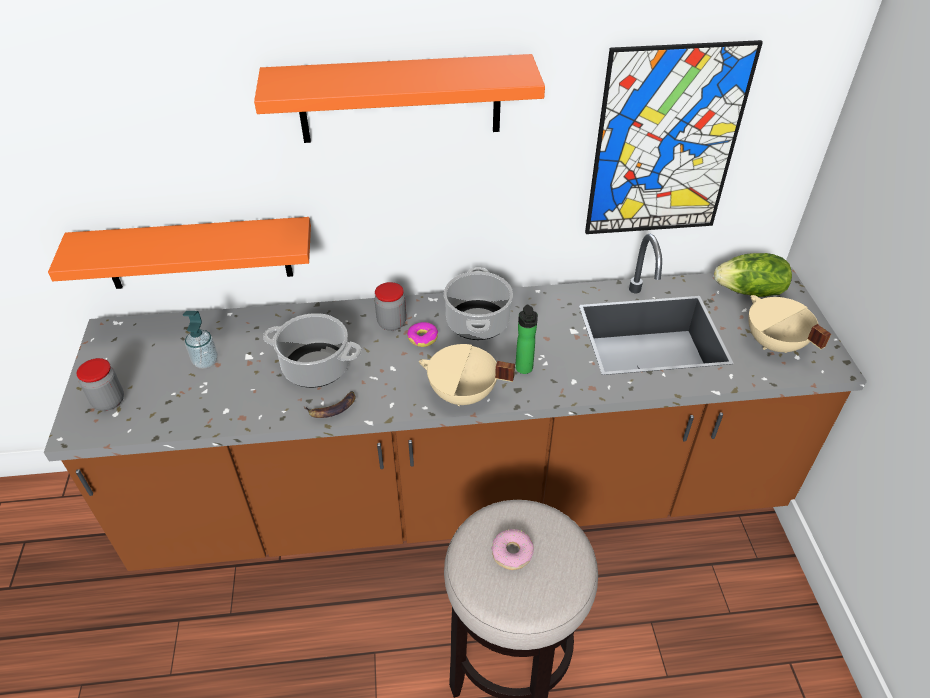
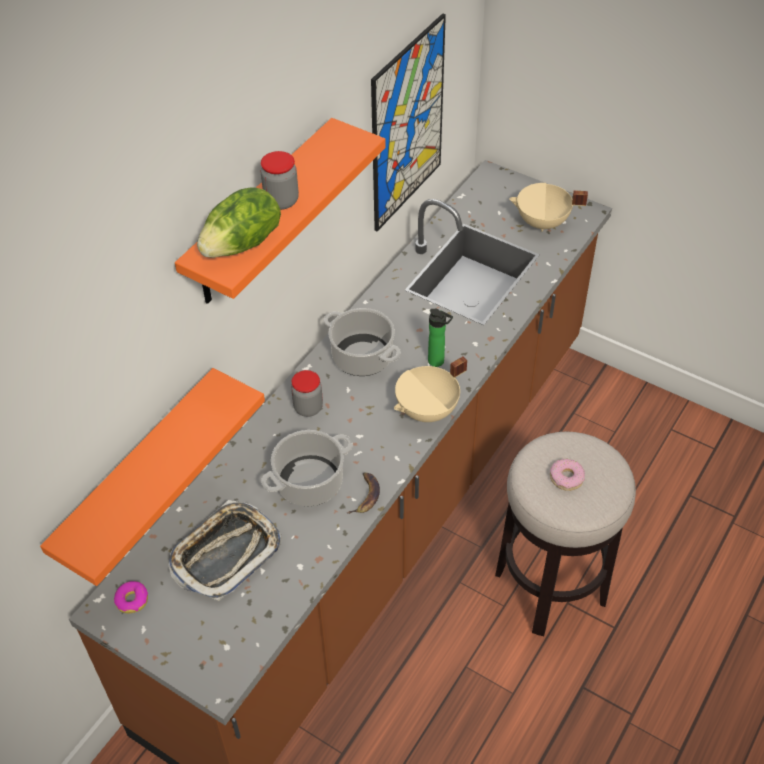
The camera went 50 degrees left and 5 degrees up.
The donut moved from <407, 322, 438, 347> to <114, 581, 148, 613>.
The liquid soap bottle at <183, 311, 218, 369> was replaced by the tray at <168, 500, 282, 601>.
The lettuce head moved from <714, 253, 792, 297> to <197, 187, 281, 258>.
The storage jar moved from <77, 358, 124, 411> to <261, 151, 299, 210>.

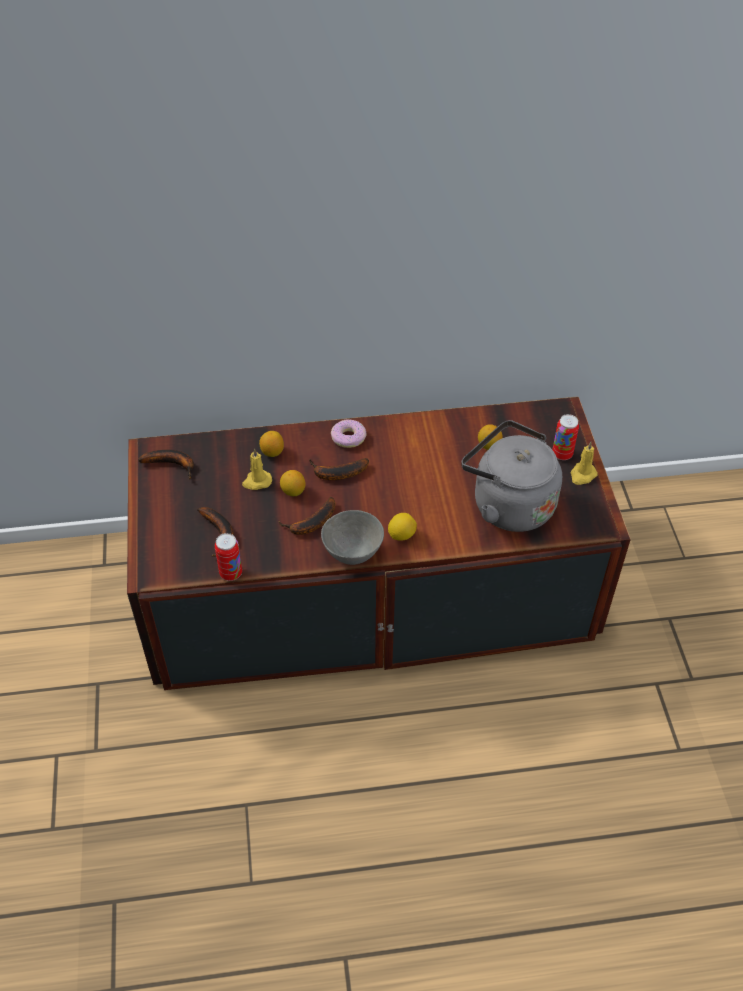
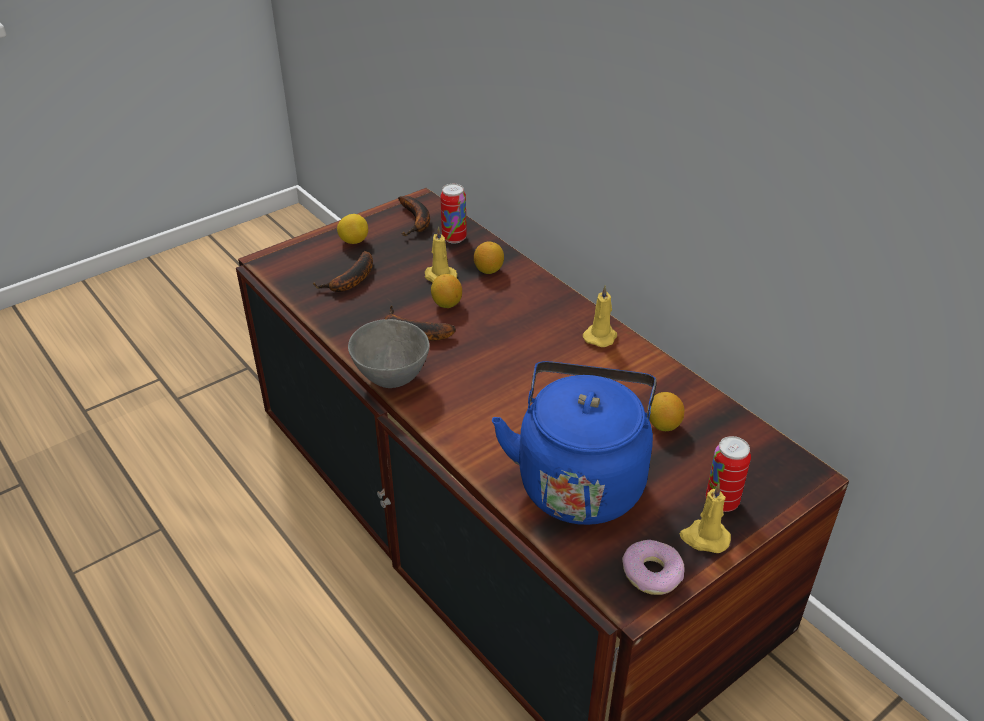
The camera went 60 degrees right and 10 degrees down.
The whole lemon moved from <388, 513, 417, 541> to <337, 214, 368, 244>.
The sealed can moved from <215, 533, 242, 581> to <440, 184, 467, 244>.
The greyish water kettle at <461, 420, 562, 532> became the blue-coloured water kettle at <492, 361, 657, 525>.
The yellow-coloured wax candle at <583, 285, 617, 347> appeared.
The donut moved from <331, 419, 367, 448> to <622, 540, 685, 595>.
The whole banana at <310, 458, 369, 480> disappeared.

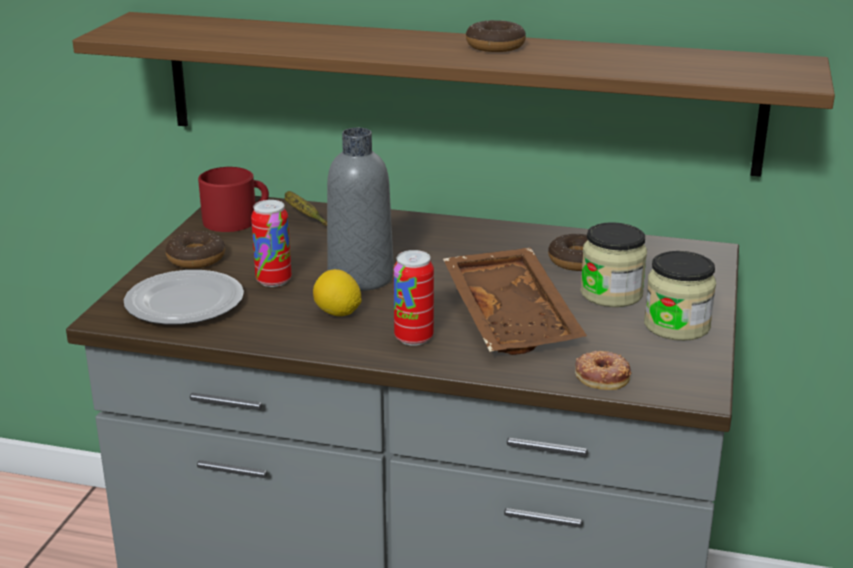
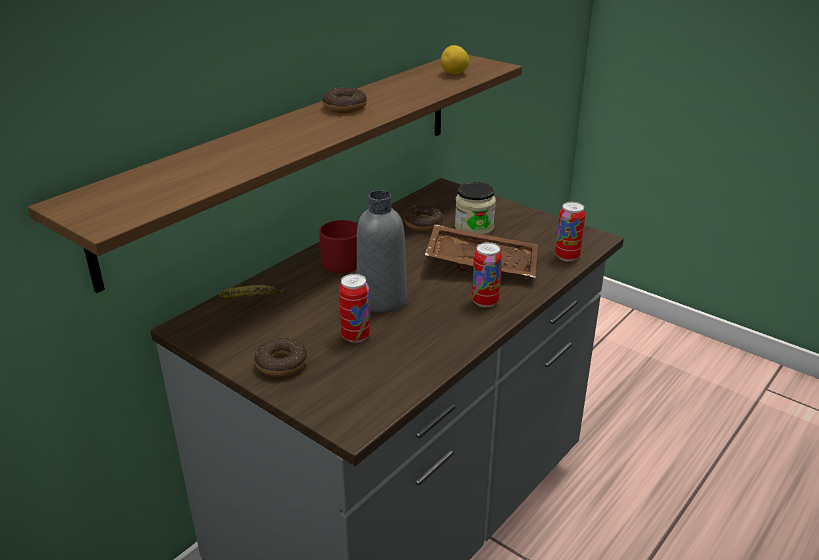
The camera went 65 degrees left and 5 degrees up.
The red-coloured mug moved from <198, 167, 269, 232> to <319, 220, 358, 273>.
The whole lemon moved from <313, 269, 361, 316> to <440, 45, 469, 74>.
The donut at <575, 351, 631, 390> was replaced by the sealed can at <555, 202, 585, 262>.
The dinner plate at <124, 270, 244, 325> disappeared.
The storage jar at <644, 251, 716, 341> disappeared.

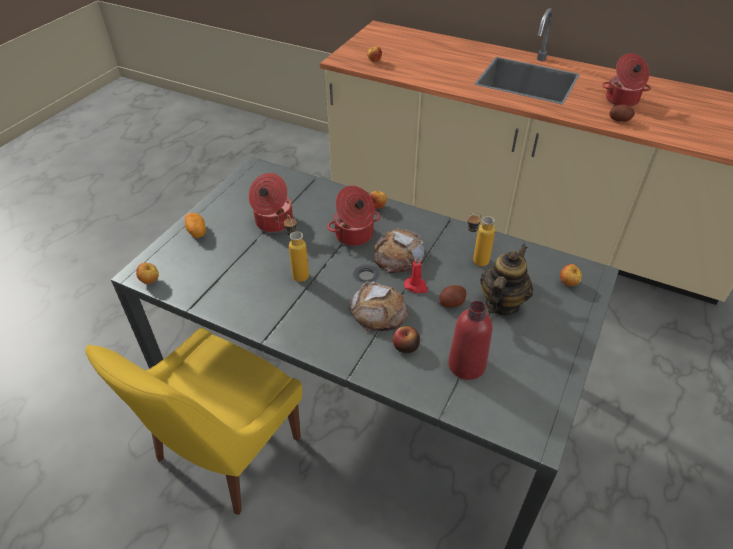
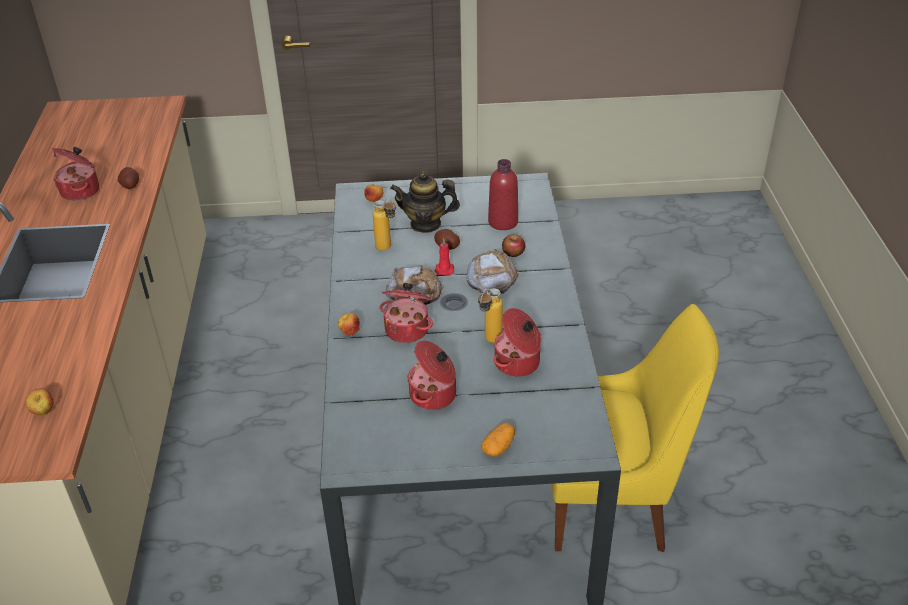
The camera went 120 degrees left and 5 degrees down.
The cooking pot at <494, 308, 542, 377> appeared.
The apple fruit at <136, 263, 159, 284> disappeared.

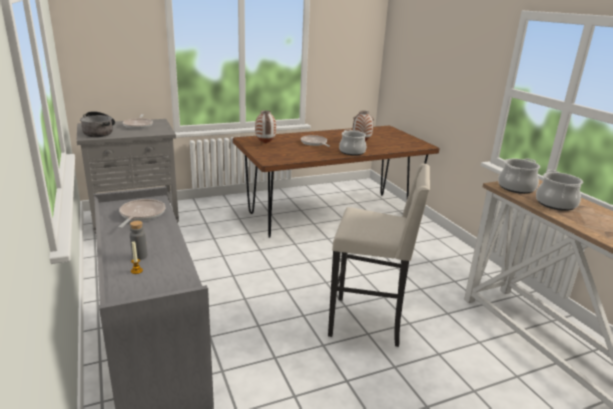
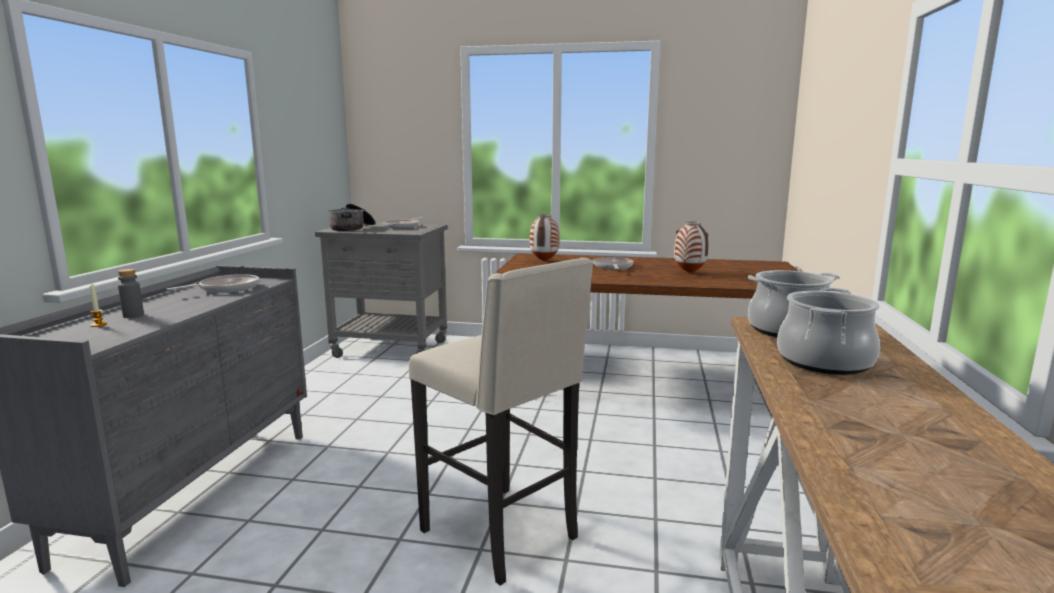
The camera went 35 degrees right and 10 degrees down.
The cooking pot at <339, 129, 366, 155> disappeared.

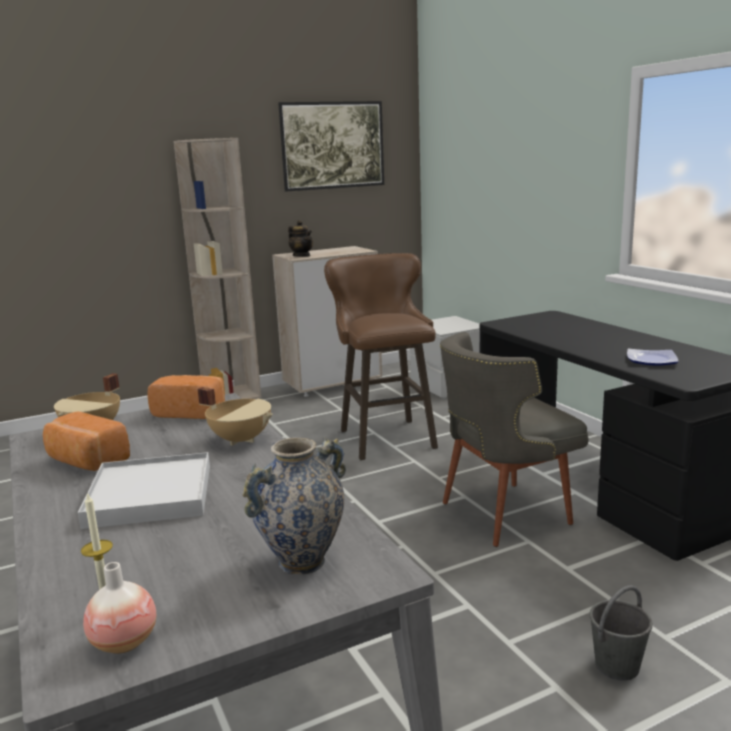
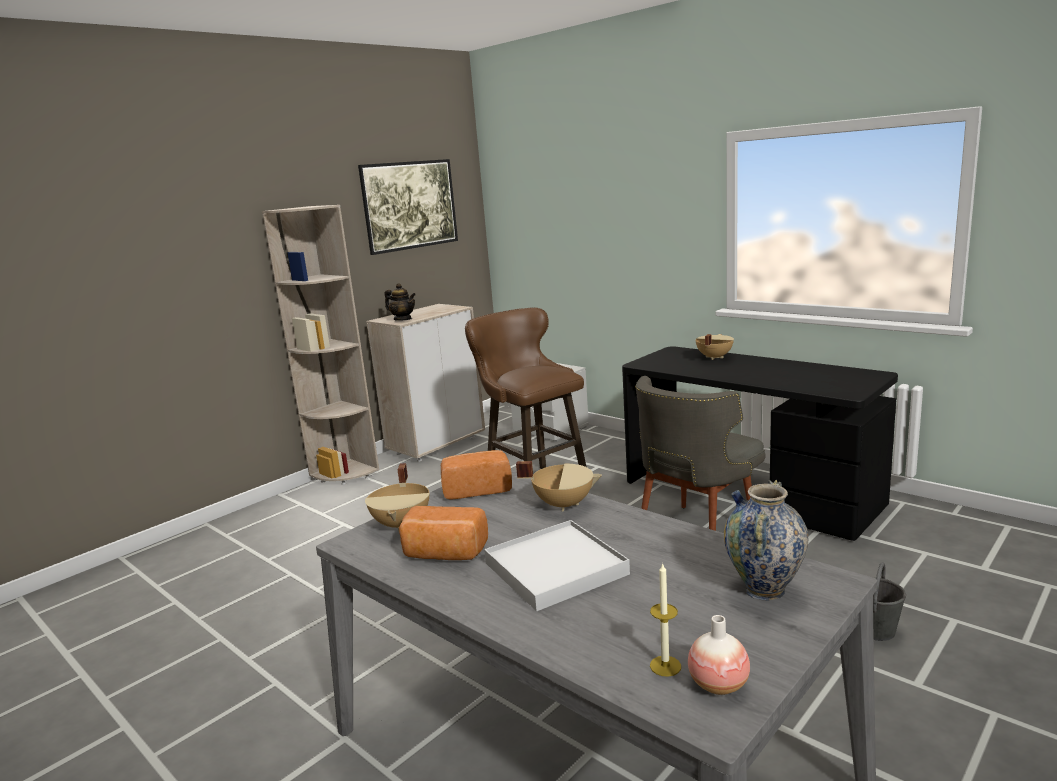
The camera went 20 degrees left and 0 degrees up.
The sand-coloured cooking pot at <695, 334, 734, 360> appeared.
The dinner plate at <627, 349, 679, 366> disappeared.

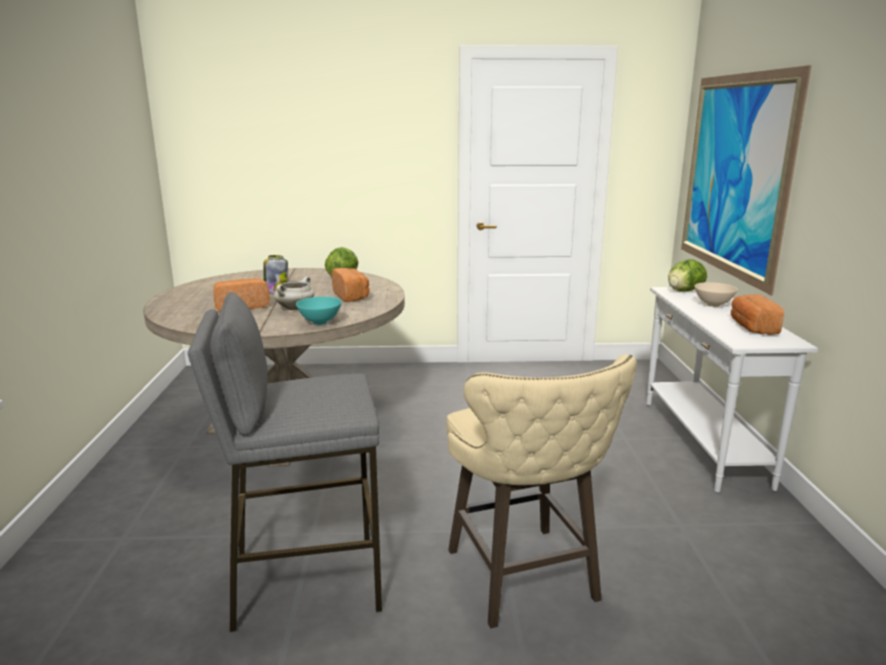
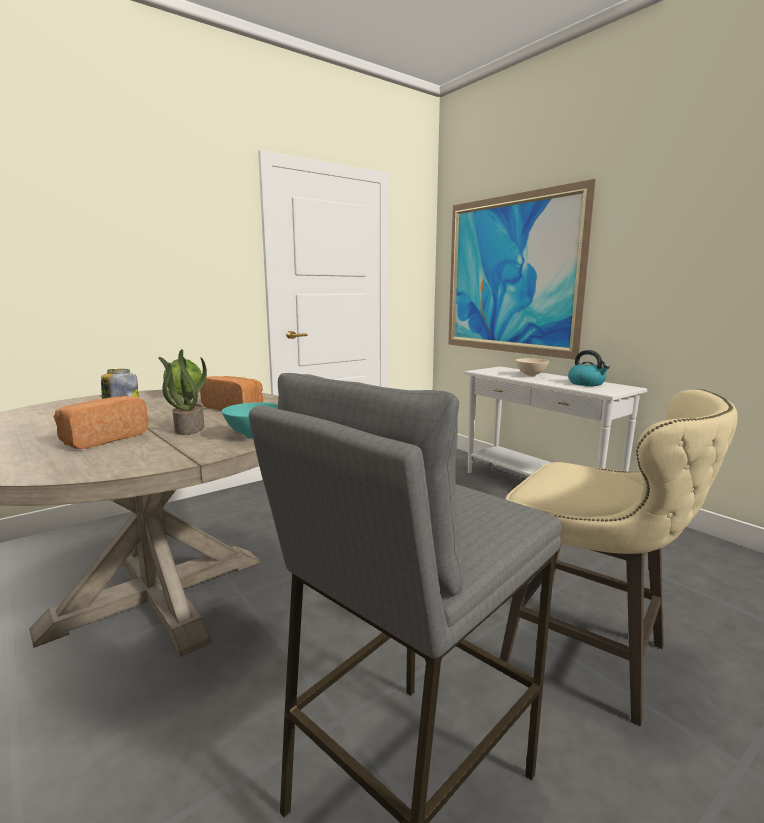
The camera went 35 degrees left and 5 degrees down.
The whitish cooking pot at <274, 277, 314, 310> was replaced by the plant in a pot at <158, 349, 207, 435>.
The baked bread at <731, 294, 784, 335> was replaced by the water kettle at <568, 350, 610, 386>.
The lettuce head at <668, 259, 707, 292> disappeared.

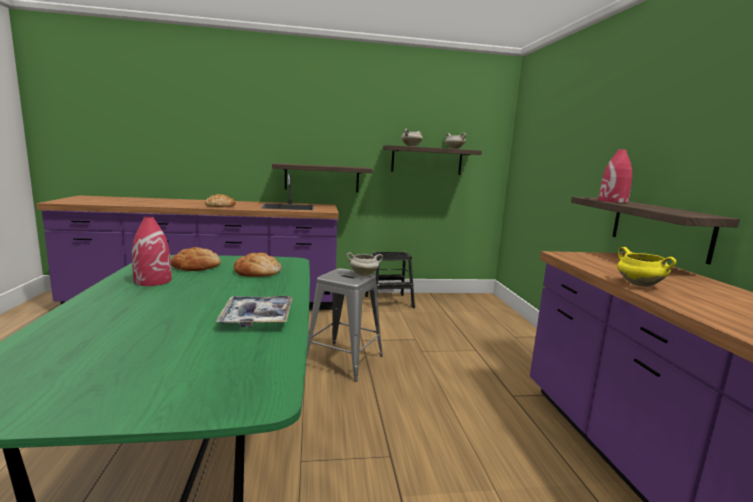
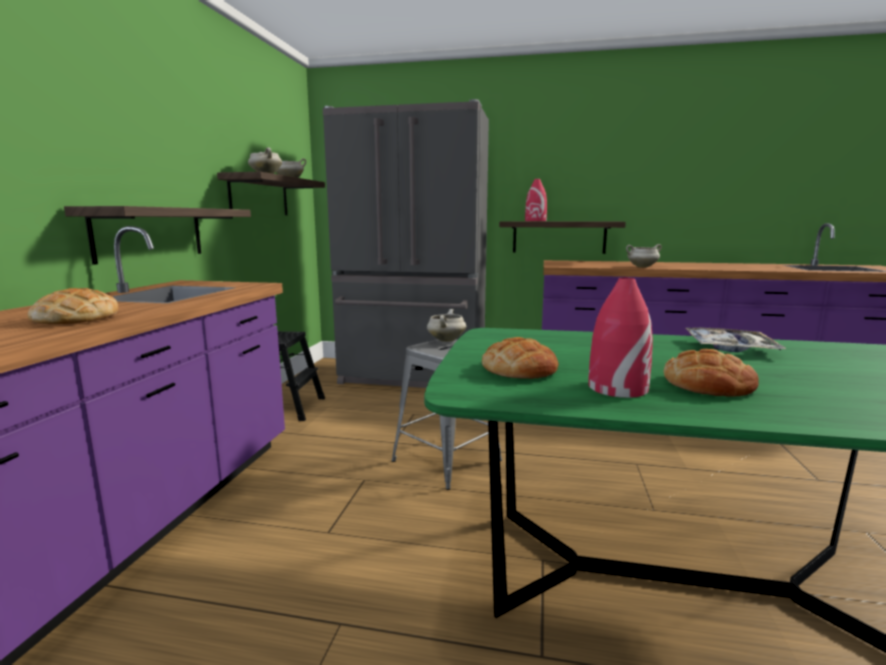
The camera went 70 degrees left and 0 degrees up.
The greyish refrigerator at <323, 99, 489, 388> appeared.
The yellow-coloured cooking pot at <617, 247, 677, 287> became the whitish cooking pot at <626, 244, 662, 268>.
The baked bread moved from <234, 253, 281, 277> to <664, 349, 759, 397>.

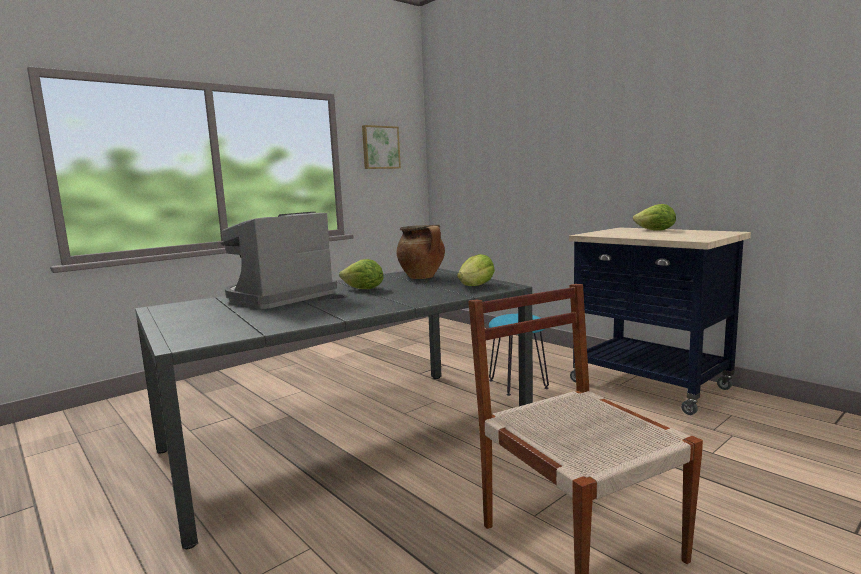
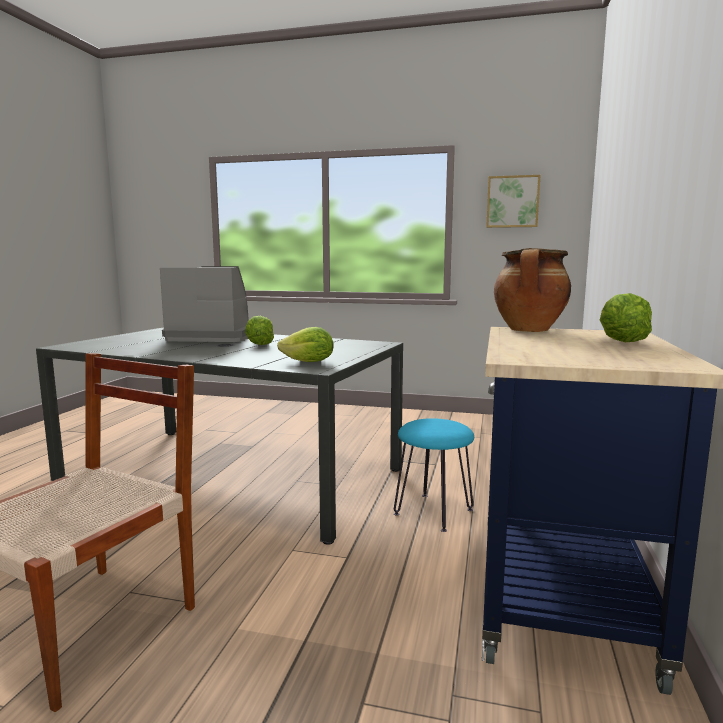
The camera went 55 degrees right and 0 degrees up.
The cooking pot moved from <397, 225, 445, 279> to <494, 248, 571, 332>.

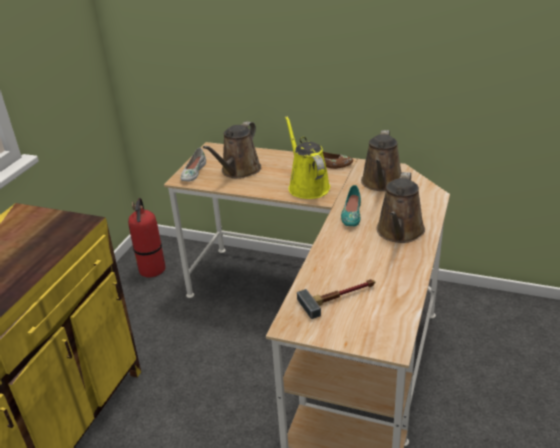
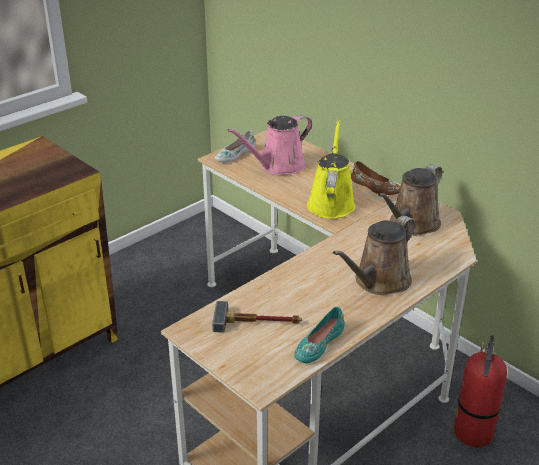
The camera went 25 degrees right and 0 degrees up.
The brown sprinkling can at <203, 121, 261, 179> became the pink-coloured sprinkling can at <227, 115, 312, 175>.
The turquoise-coloured shoe moved from <341, 185, 361, 226> to <294, 307, 345, 363>.
The extinguisher moved from <128, 198, 165, 278> to <454, 335, 507, 447>.

